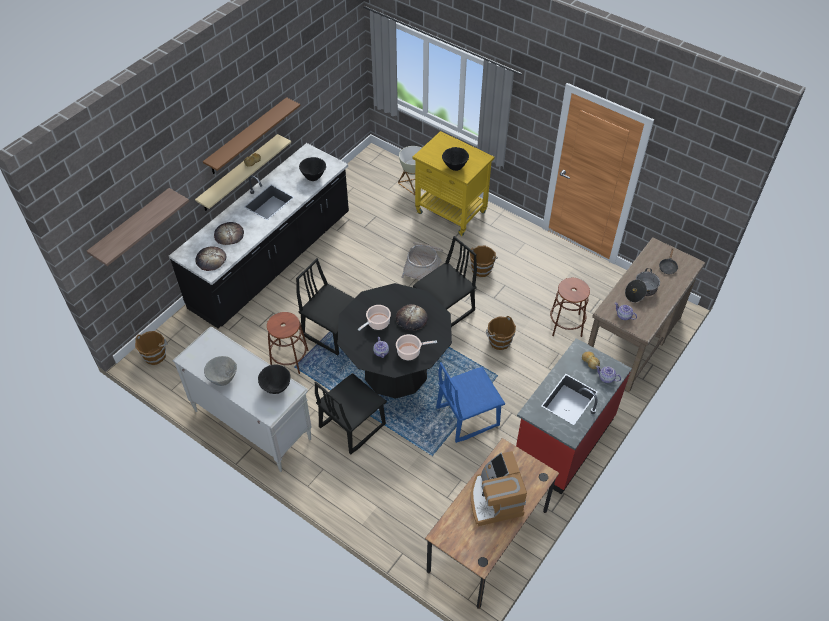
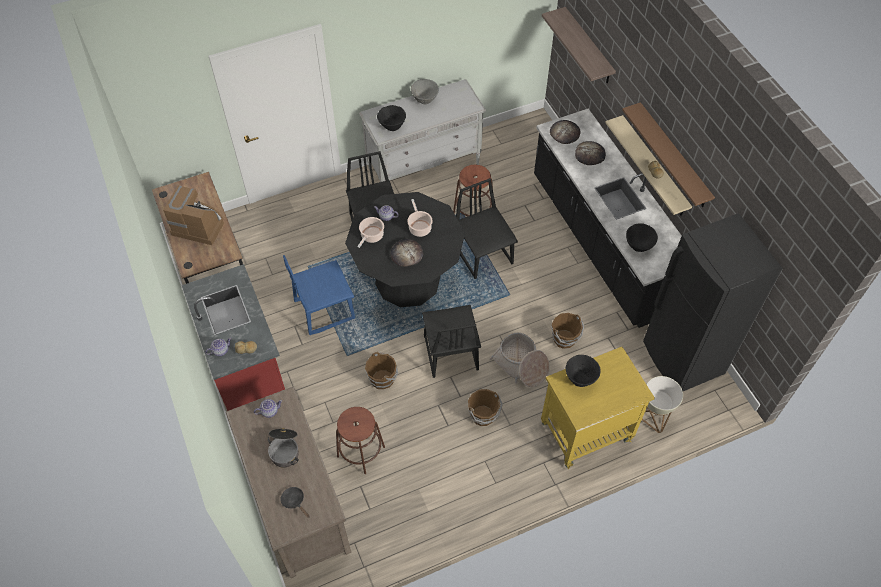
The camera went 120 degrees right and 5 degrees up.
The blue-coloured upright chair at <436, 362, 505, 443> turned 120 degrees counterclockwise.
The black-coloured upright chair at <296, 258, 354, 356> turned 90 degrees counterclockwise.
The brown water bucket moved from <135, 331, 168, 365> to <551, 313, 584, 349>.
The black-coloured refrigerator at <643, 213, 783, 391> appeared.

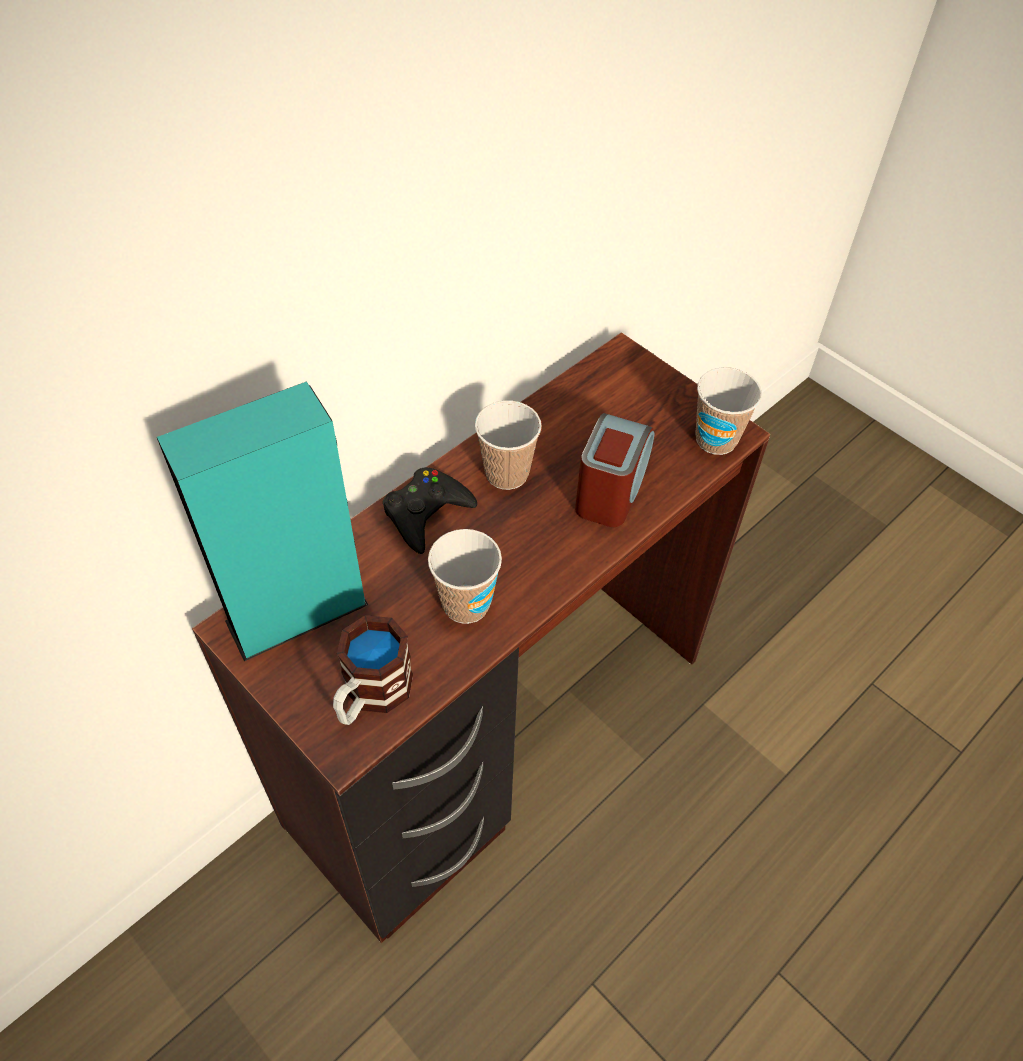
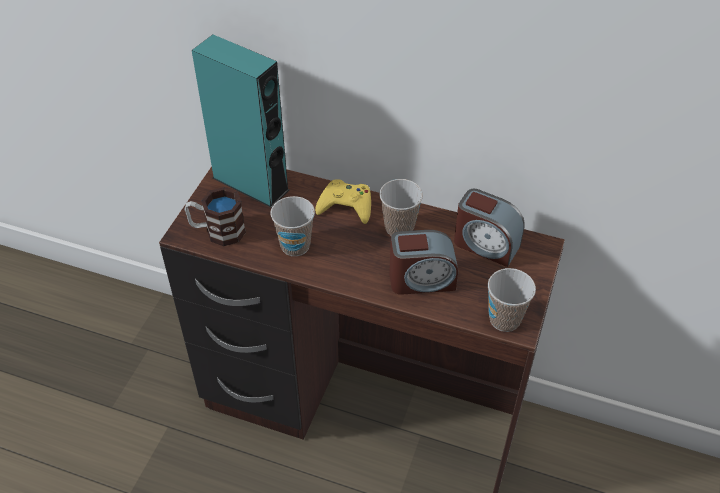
The camera went 65 degrees right and 5 degrees down.
The black-coloured gamepad at <383, 467, 477, 554> became the yellow-coloured gamepad at <315, 179, 371, 224>.
The table clock at <454, 189, 525, 267> appeared.

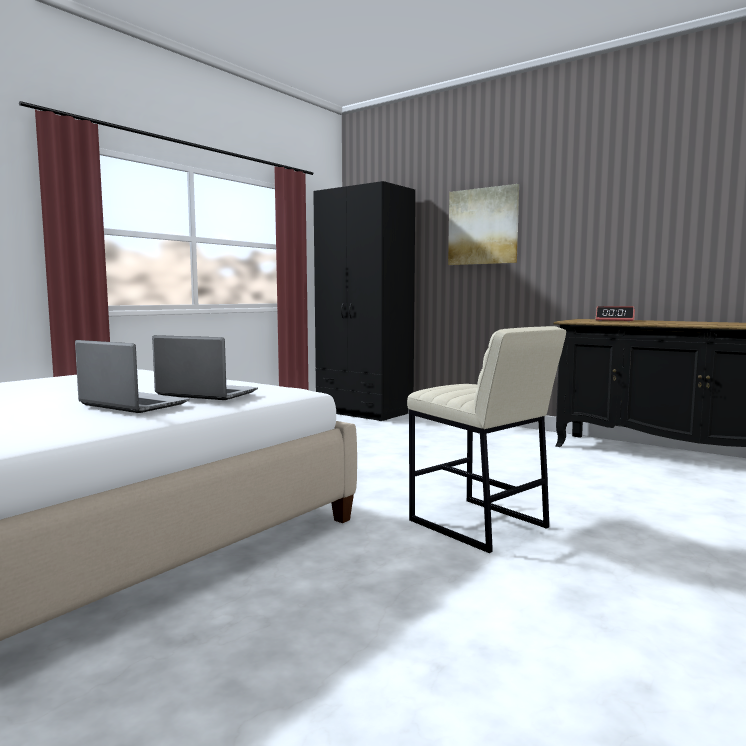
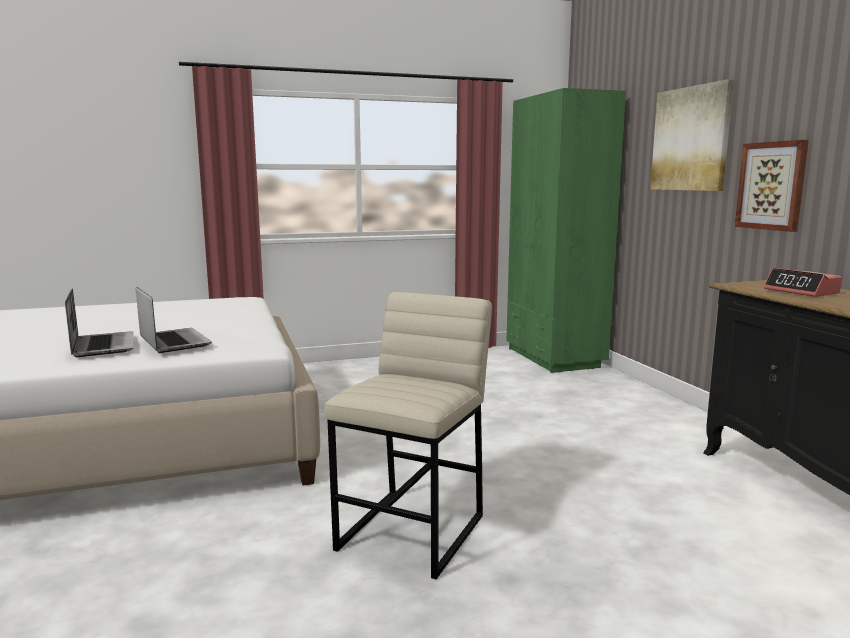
The camera went 35 degrees right and 5 degrees up.
The sand-coloured upright chair at <407, 326, 566, 553> turned 150 degrees counterclockwise.
The black-coloured wardrobe at <313, 181, 415, 421> became the green wardrobe at <506, 88, 626, 373>.
The picture at <735, 140, 809, 232> appeared.

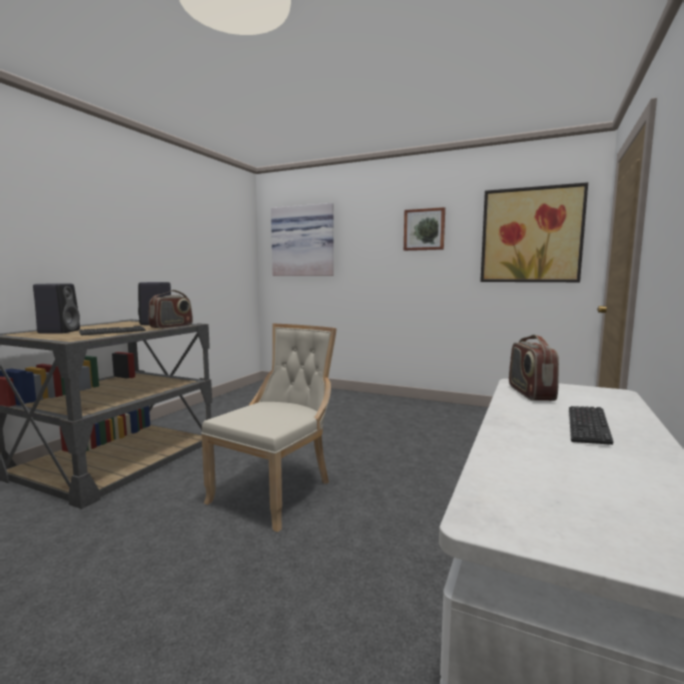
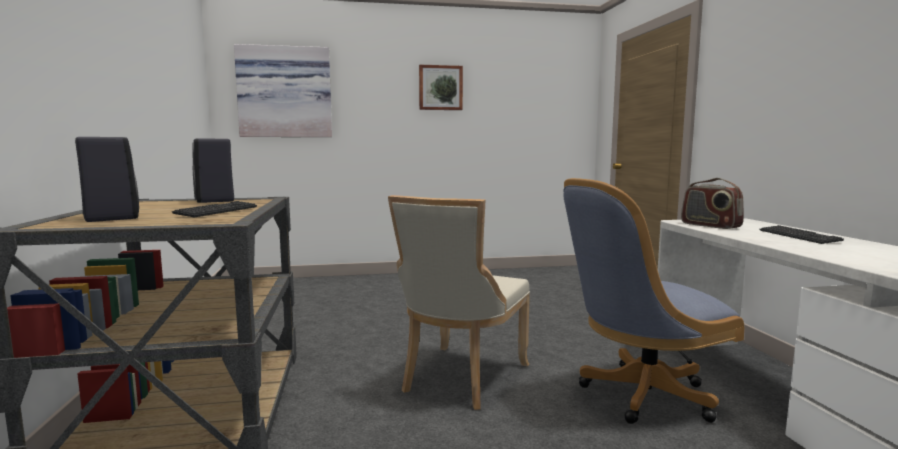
The camera went 35 degrees left and 0 degrees up.
The sand-coloured upright chair at <201, 324, 337, 532> turned 150 degrees counterclockwise.
The blue-coloured computer chair at <563, 178, 745, 424> appeared.
The radio receiver at <149, 290, 193, 329> disappeared.
The picture at <480, 182, 588, 282> disappeared.

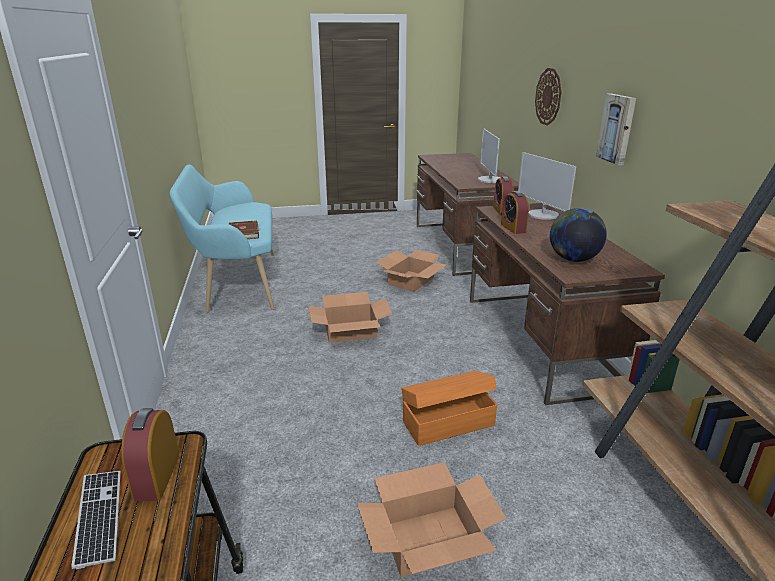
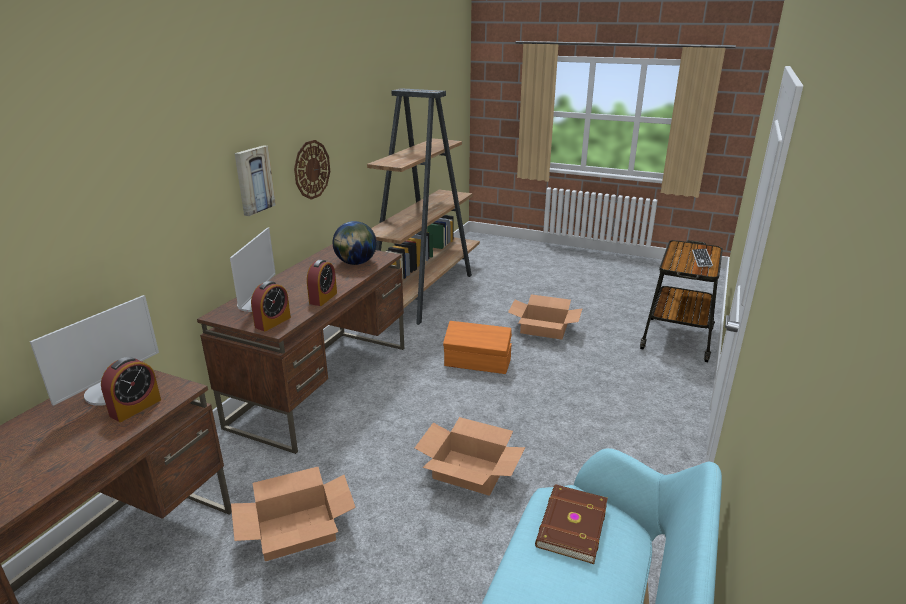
The camera went 145 degrees left and 0 degrees up.
The table clock moved from <121, 408, 179, 502> to <101, 357, 161, 422>.
The wall clock moved from <535, 68, 561, 126> to <294, 140, 330, 200>.

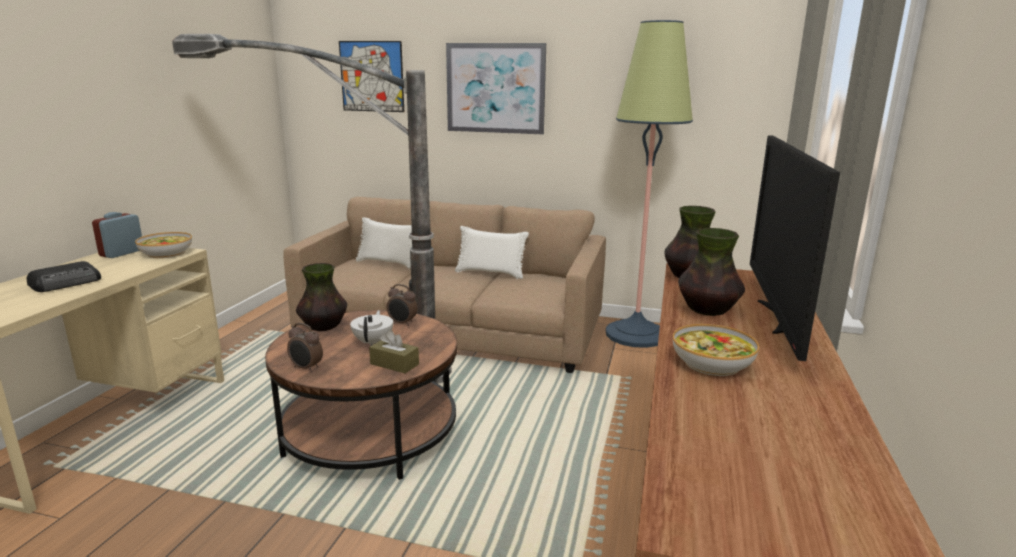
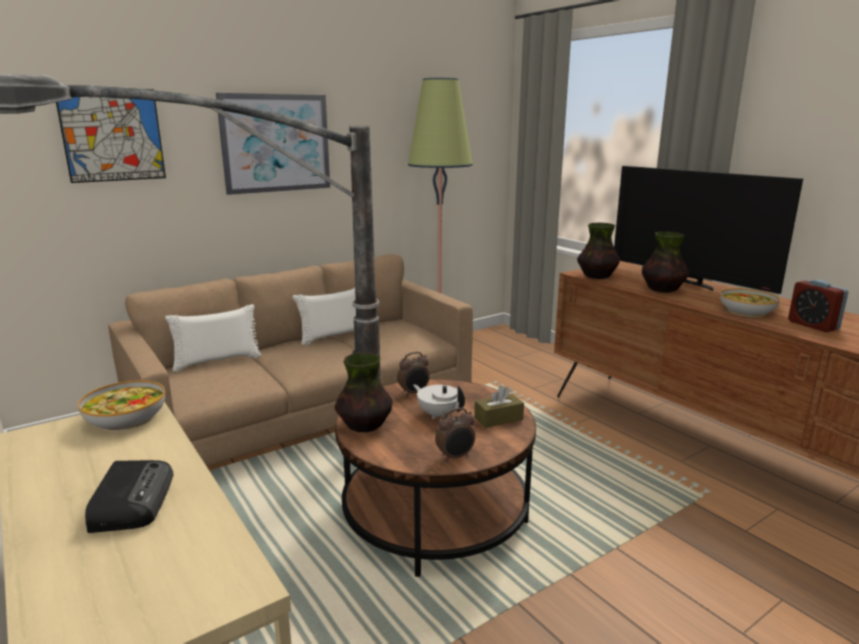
The camera went 50 degrees left and 0 degrees up.
The table clock moved from <92, 212, 142, 258> to <788, 280, 848, 332>.

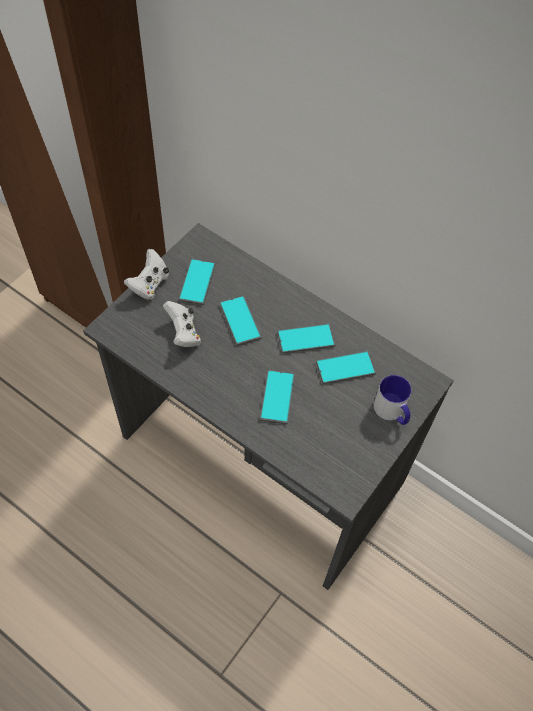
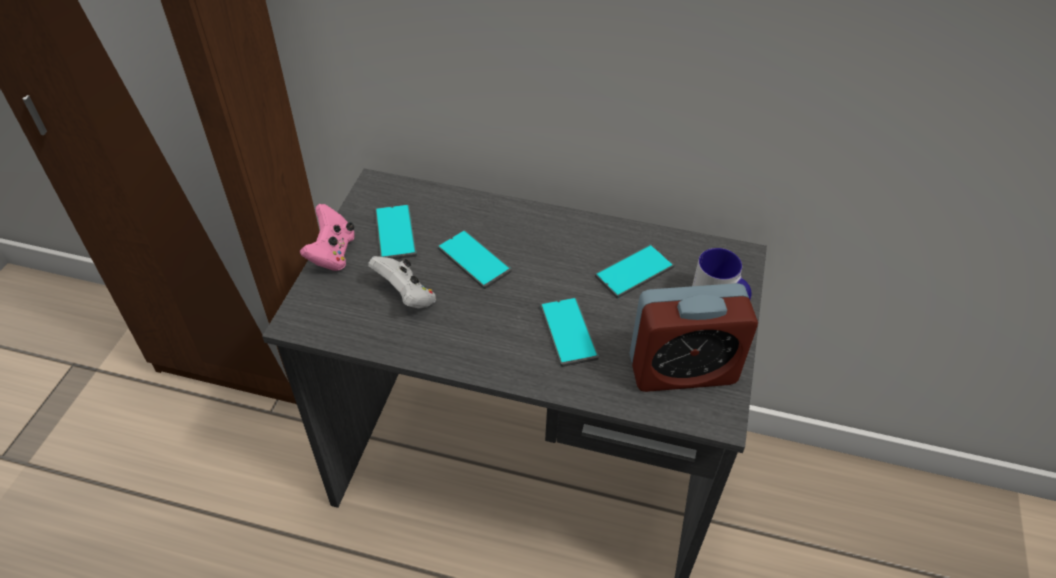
The camera went 20 degrees left and 10 degrees down.
The whitish gamepad at <124, 249, 169, 300> became the pink-coloured gamepad at <300, 204, 355, 271>.
The table clock at <629, 283, 758, 392> appeared.
The telephone at <278, 324, 336, 354> disappeared.

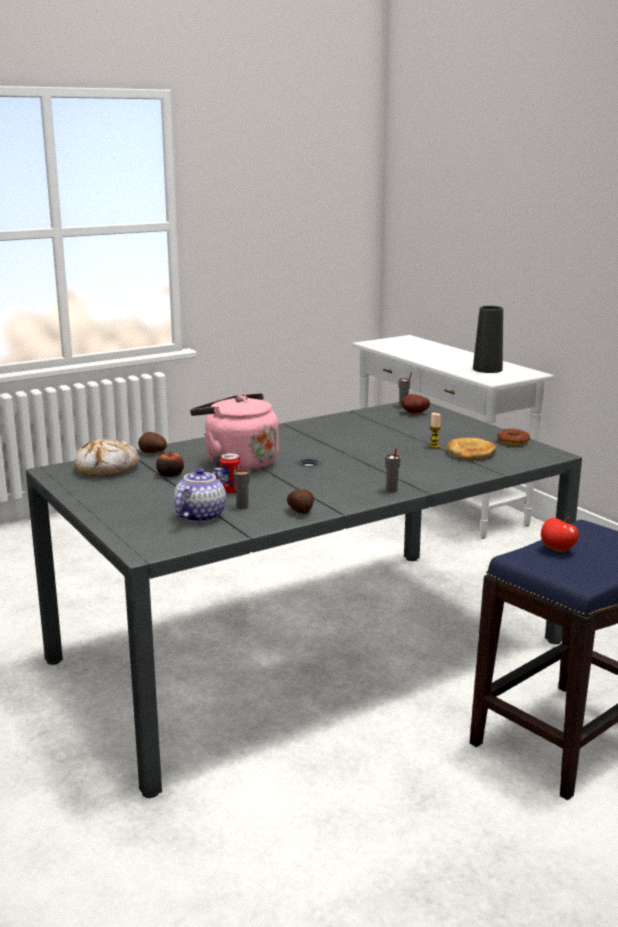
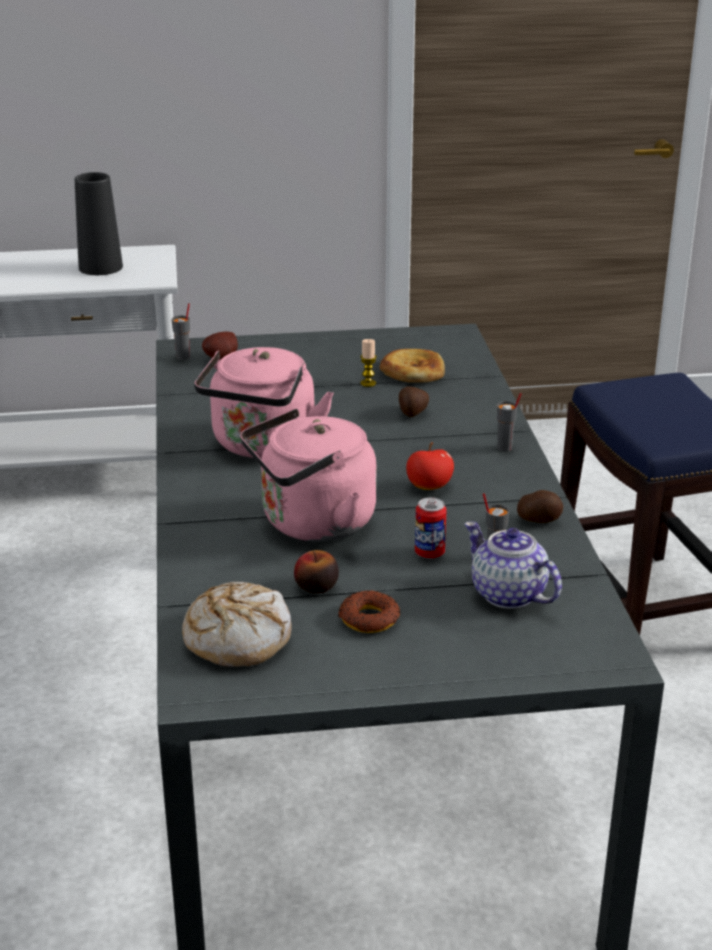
The camera went 65 degrees left and 10 degrees up.
The pink-coloured water kettle at <194, 347, 334, 458> appeared.
The donut moved from <497, 429, 530, 445> to <338, 590, 400, 633>.
The whole potato moved from <138, 432, 167, 453> to <399, 386, 429, 417>.
The apple fruit moved from <541, 517, 579, 552> to <406, 442, 454, 490>.

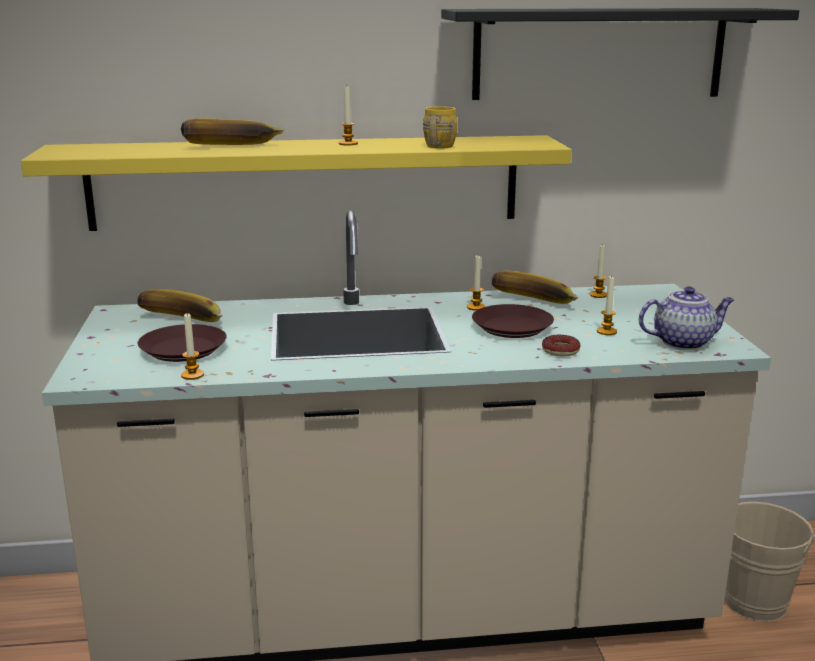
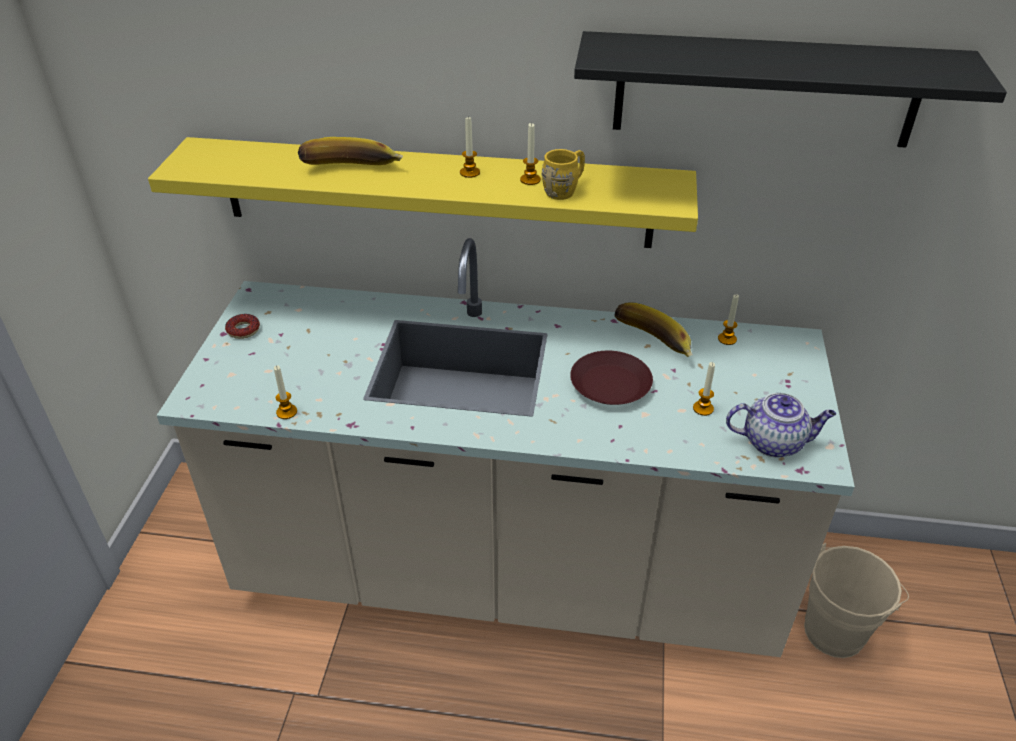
The camera went 15 degrees right and 20 degrees up.
The donut moved from <542, 335, 581, 357> to <225, 314, 260, 339>.
The wax candle moved from <467, 255, 486, 311> to <520, 122, 541, 185>.
The whole banana at <138, 289, 223, 322> disappeared.
The brown dinner plate at <138, 324, 227, 362> disappeared.

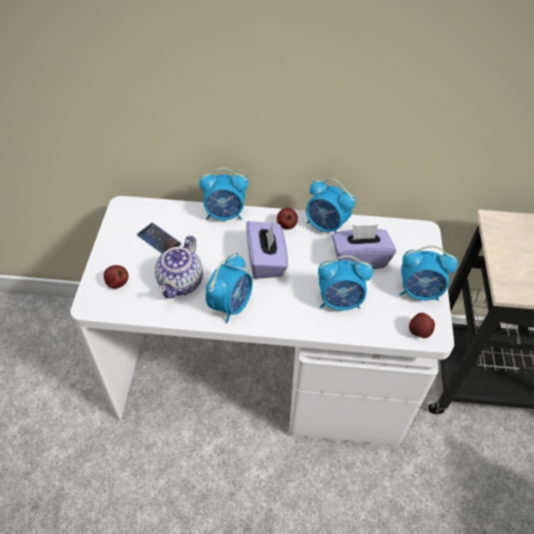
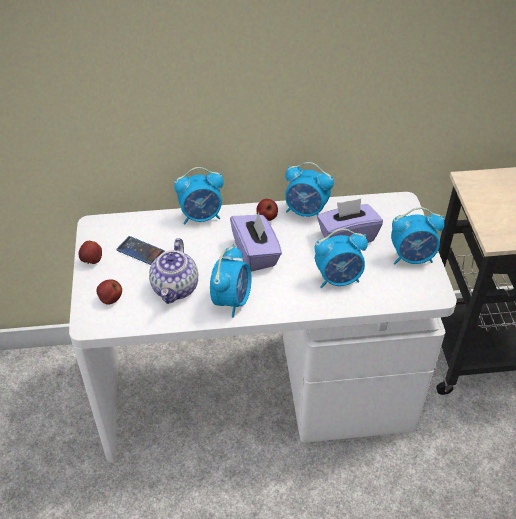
The camera went 10 degrees left and 5 degrees down.
The apple fruit moved from <409, 313, 435, 338> to <79, 241, 102, 264>.

